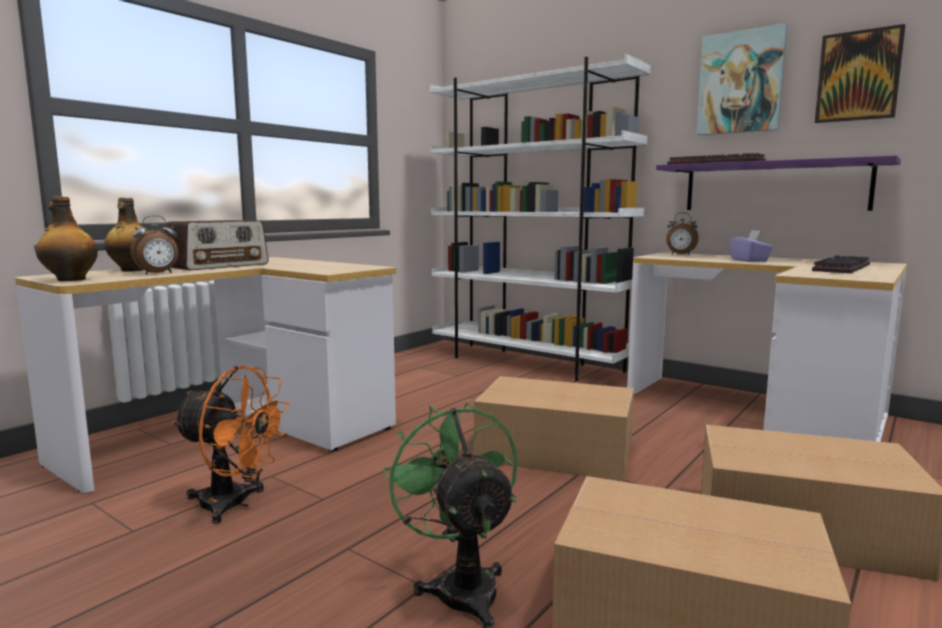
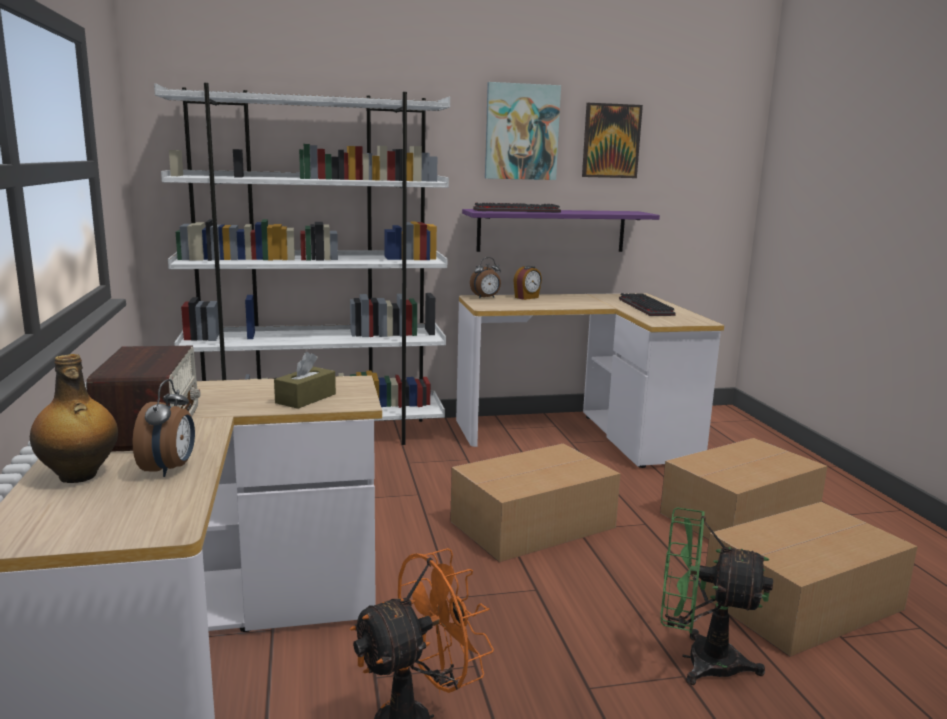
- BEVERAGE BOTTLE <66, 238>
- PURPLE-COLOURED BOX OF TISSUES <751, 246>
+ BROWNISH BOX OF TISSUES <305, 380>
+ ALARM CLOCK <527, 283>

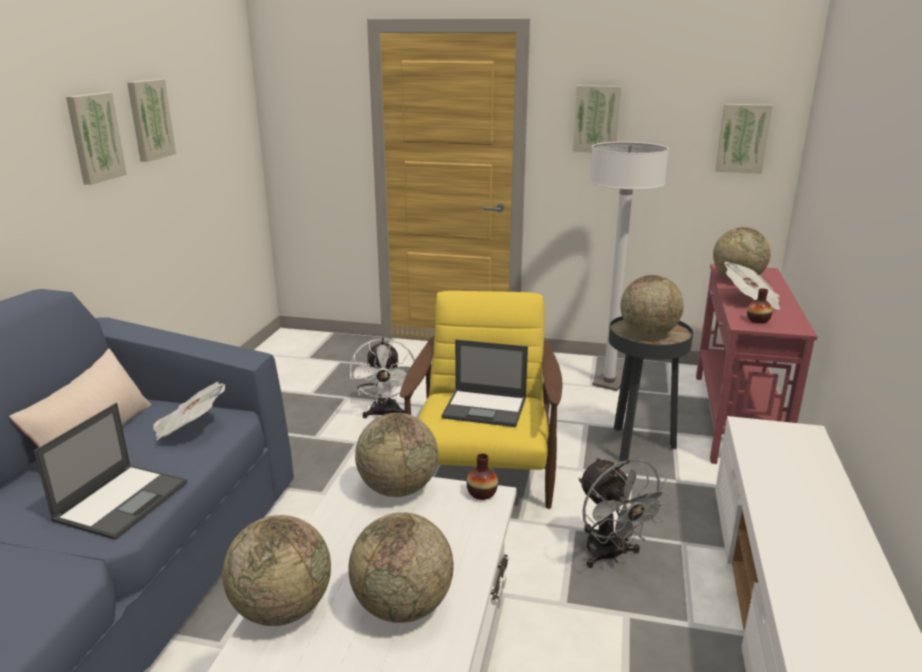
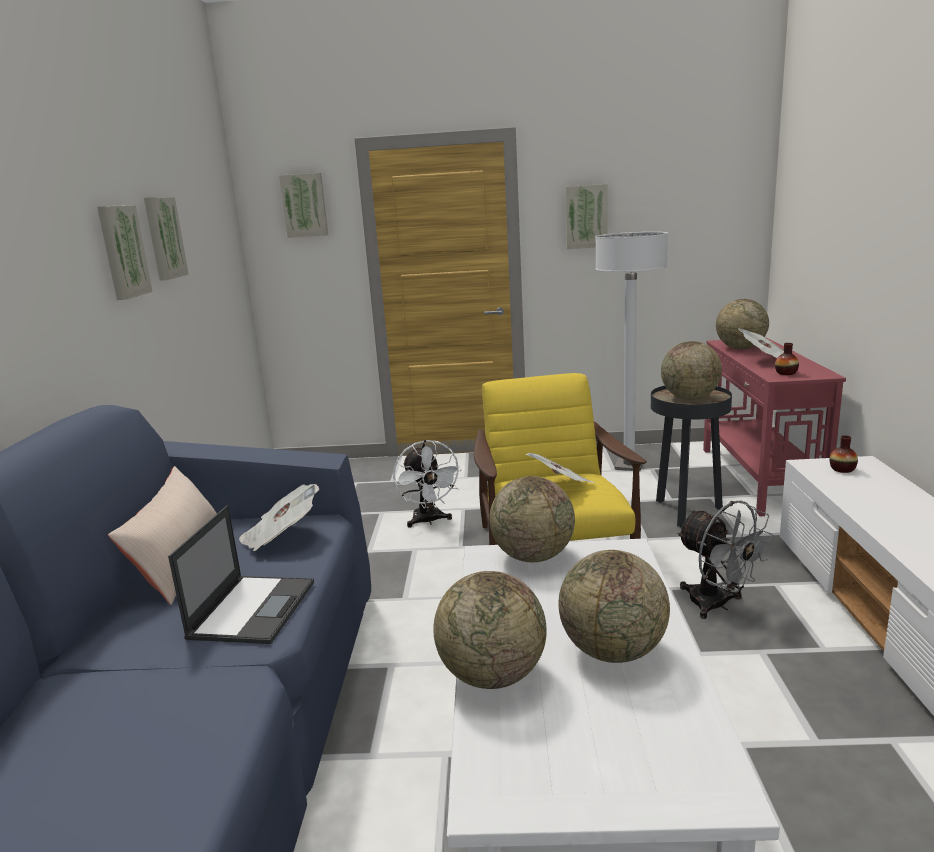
~ PORTABLE COMPUTER <485, 383> to NEWSPAPER <561, 468>
~ DECORATIVE VASE <482, 476> to <844, 454>
~ WALL ART <744, 138> to <303, 205>

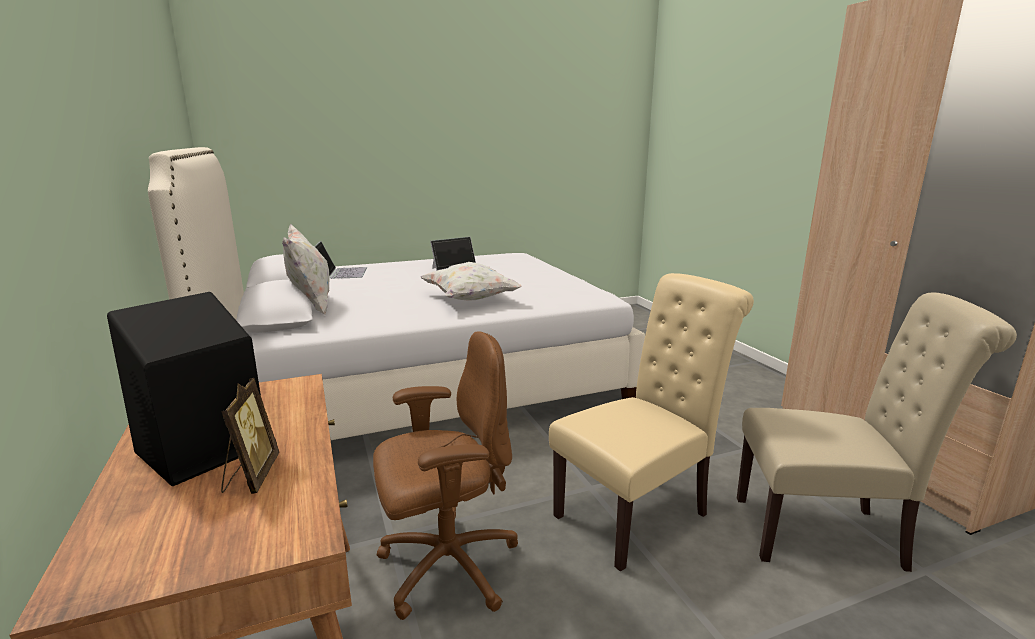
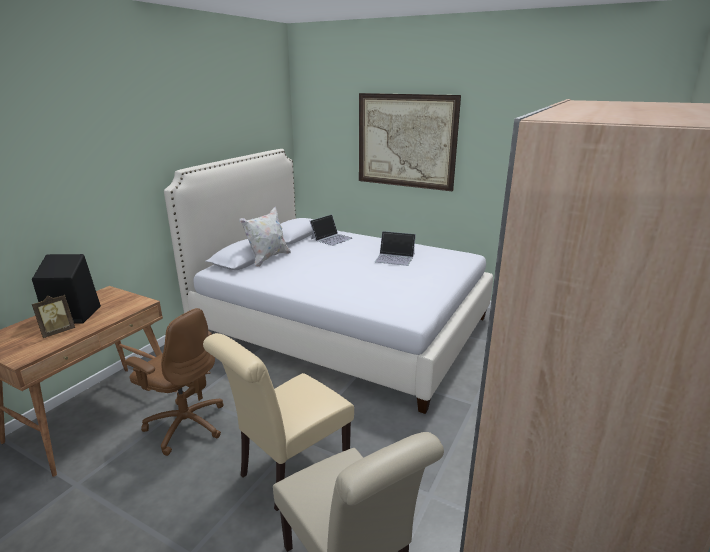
- WHITE CUSHION <471, 281>
~ BEIGE-COLOURED PLAIN CHAIR <651, 422> = <278, 422> 120 degrees clockwise
+ WALL ART <410, 142>

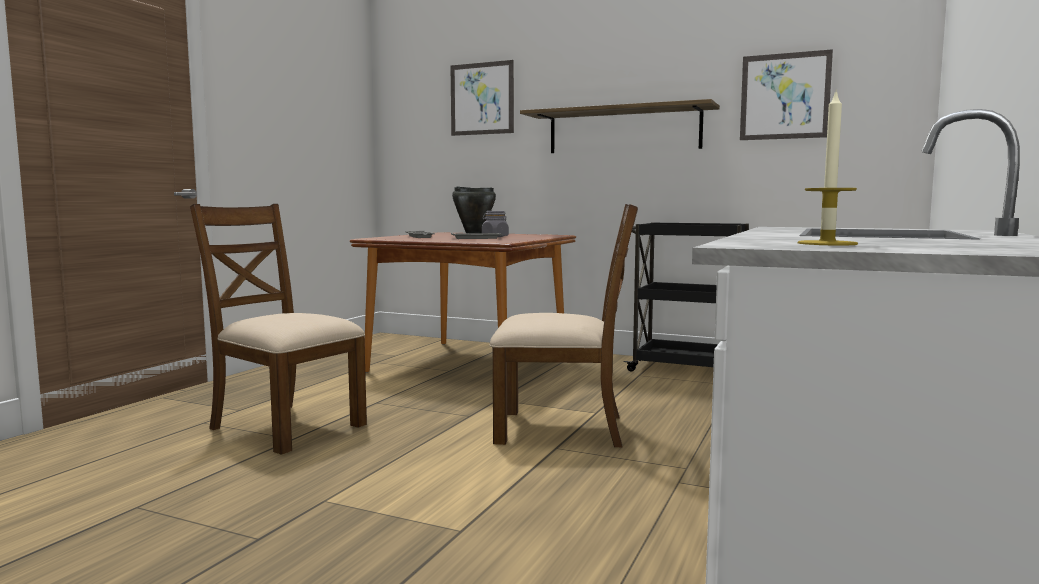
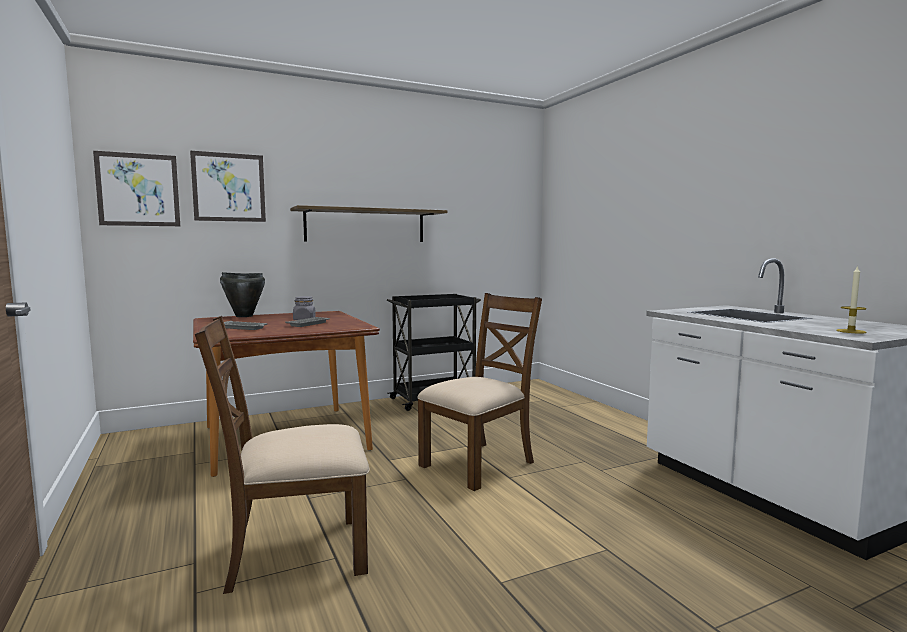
~ WALL ART <786, 94> to <136, 188>

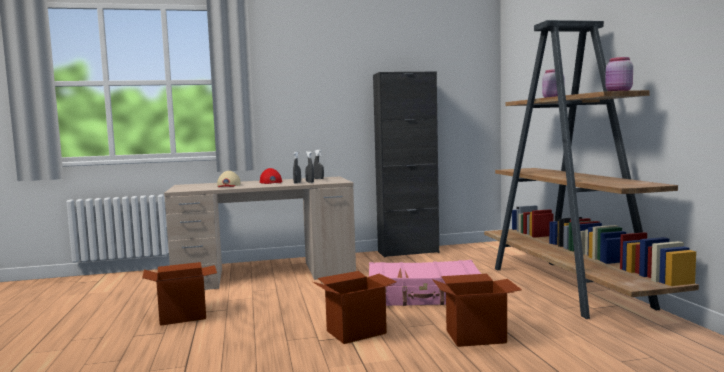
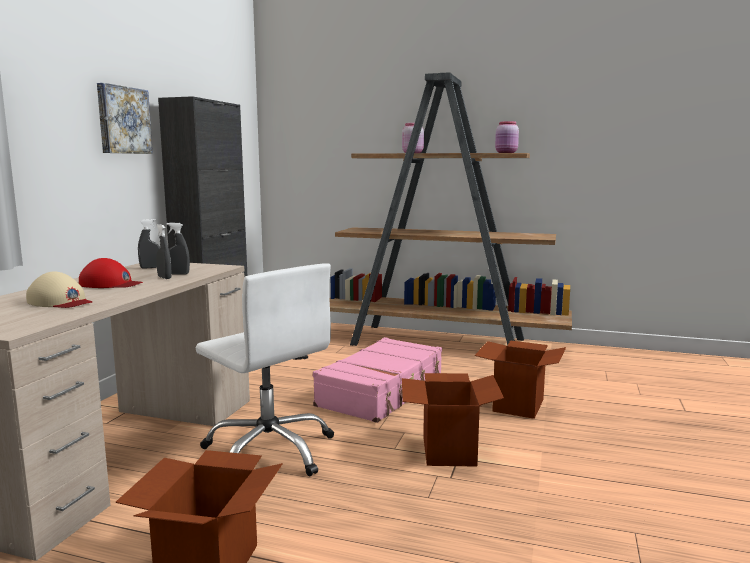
+ WALL ART <125, 118>
+ WHITE COMPUTER CHAIR <264, 369>

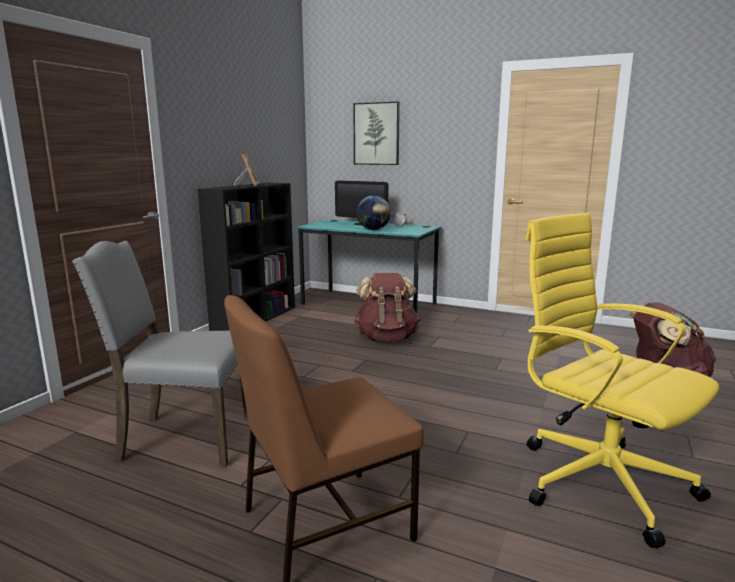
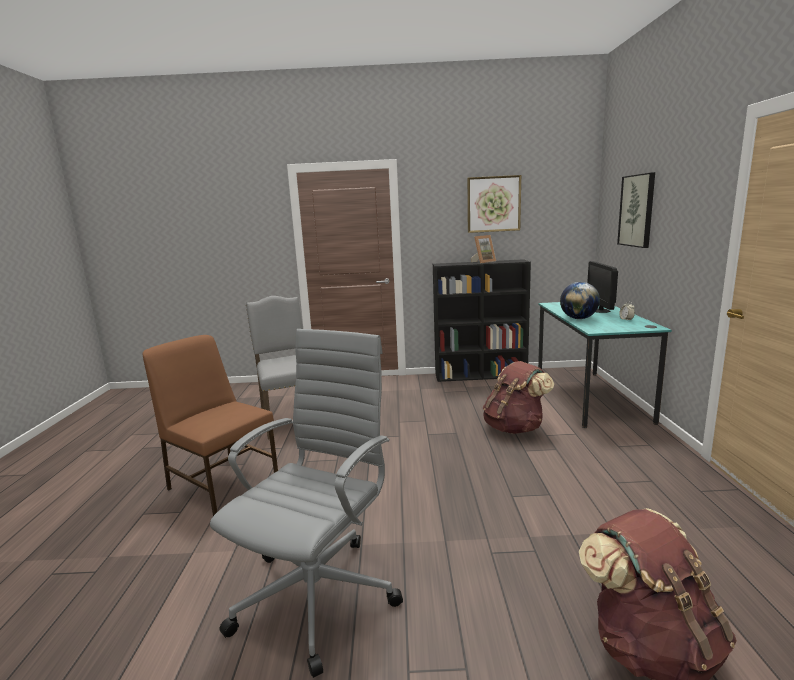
~ YELLOW COMPUTER CHAIR <622, 381> to GRAY COMPUTER CHAIR <306, 503>
+ WALL ART <494, 204>

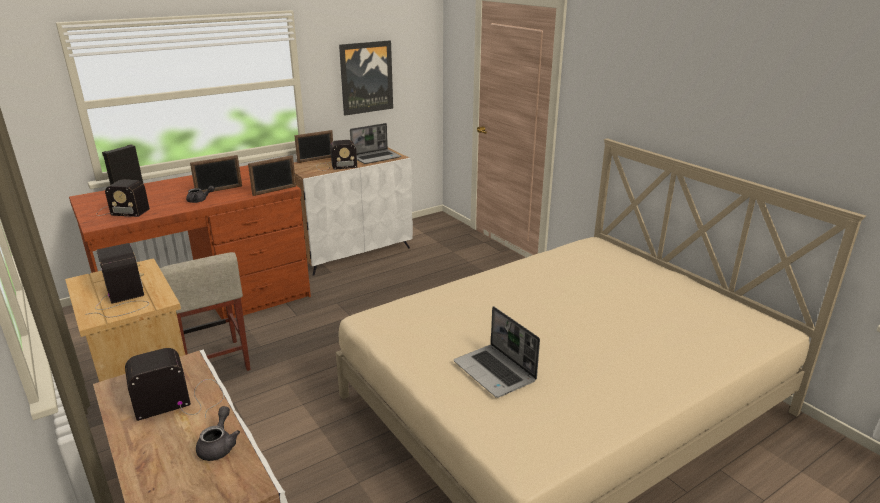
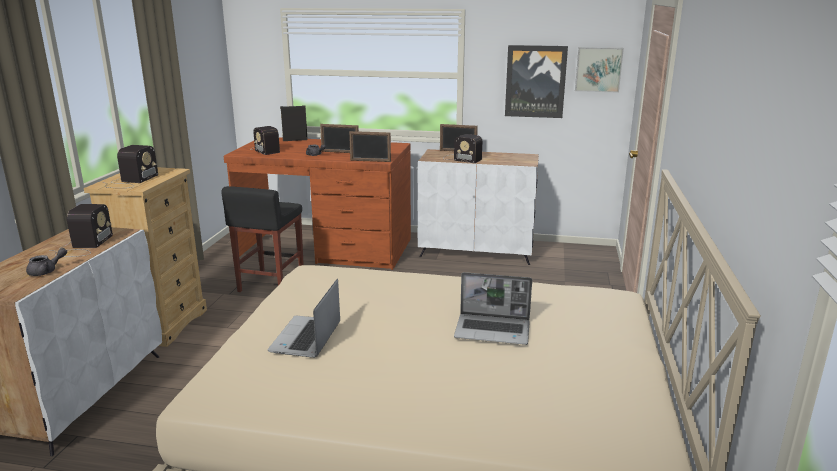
~ RADIO RECEIVER <174, 384> = <81, 230> 75 degrees clockwise
~ BEIGE-COLOURED STOOL SEAT <205, 311> to BLACKISH STOOL SEAT <262, 239>
~ PORTABLE COMPUTER <375, 143> to <493, 308>
+ WALL ART <599, 70>

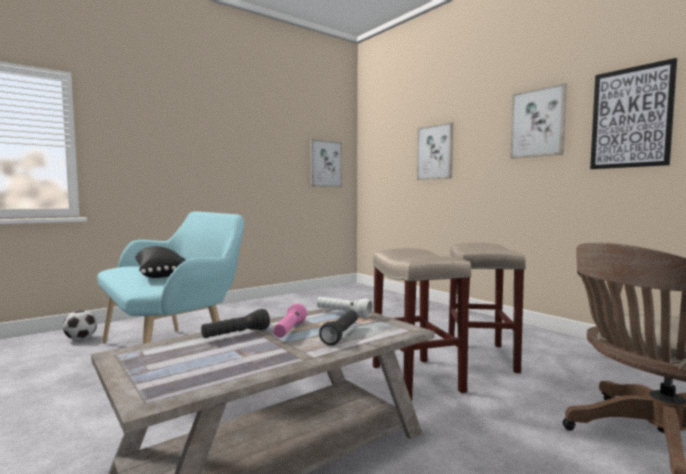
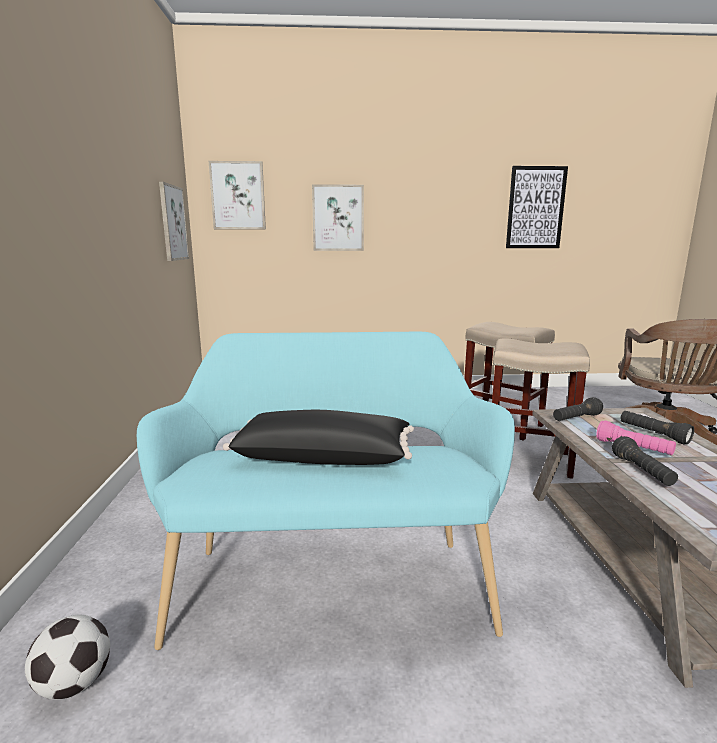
~ WHITE TORCH <345, 307> to BLACKISH TORCH <578, 409>
~ WALL ART <538, 121> to <237, 195>

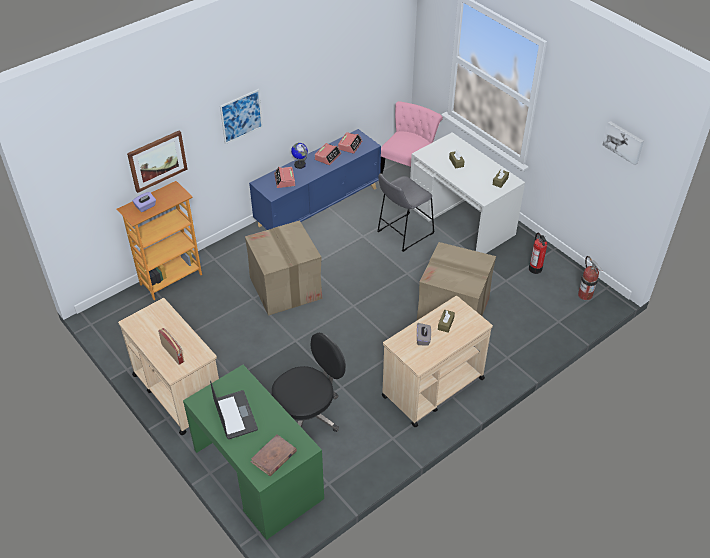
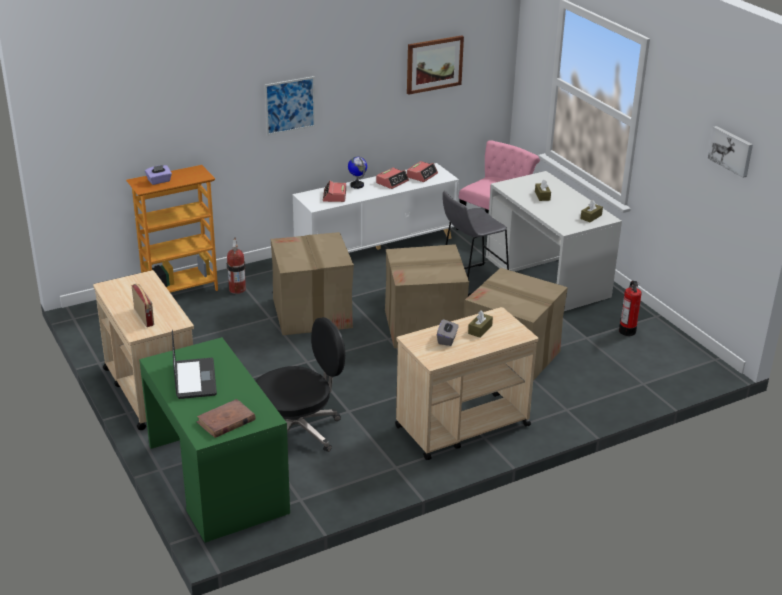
~ WALL ART <157, 161> to <435, 65>
~ BLUE-COLOURED STORAGE CABINET <315, 179> to WHITE STORAGE CABINET <376, 208>
~ EXTINGUISHER <590, 278> to <236, 265>
+ CARDBOARD BOX <427, 296>

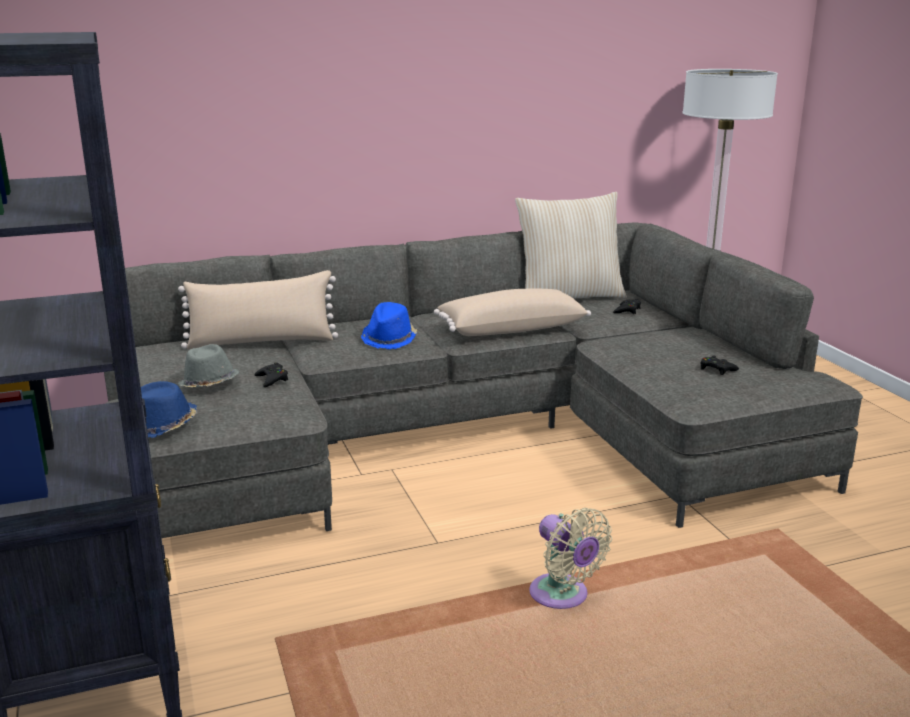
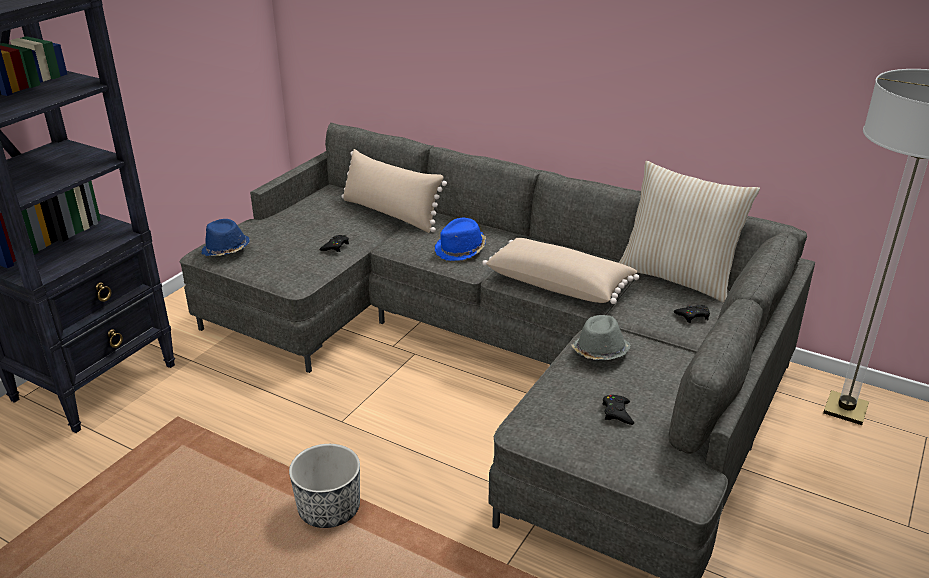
~ GRAY WEARABLE HAT <208, 365> to <601, 337>
~ BEIGE-COLOURED ELECTRIC FAN <570, 558> to PLANTER <324, 486>

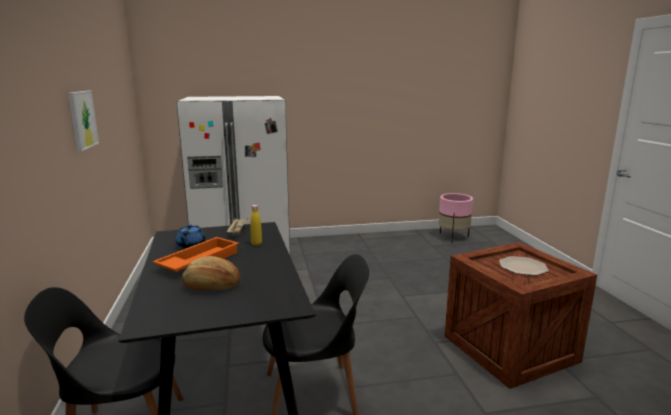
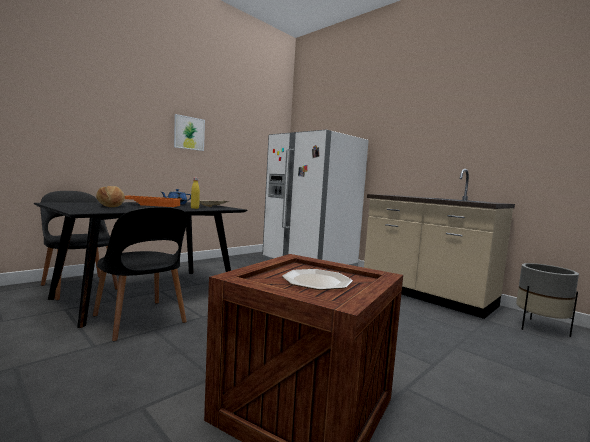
~ PINKISH PLANTER <455, 216> to GRAY PLANTER <547, 300>
+ BEIGE-COLOURED KITCHEN BASE UNIT <439, 244>

